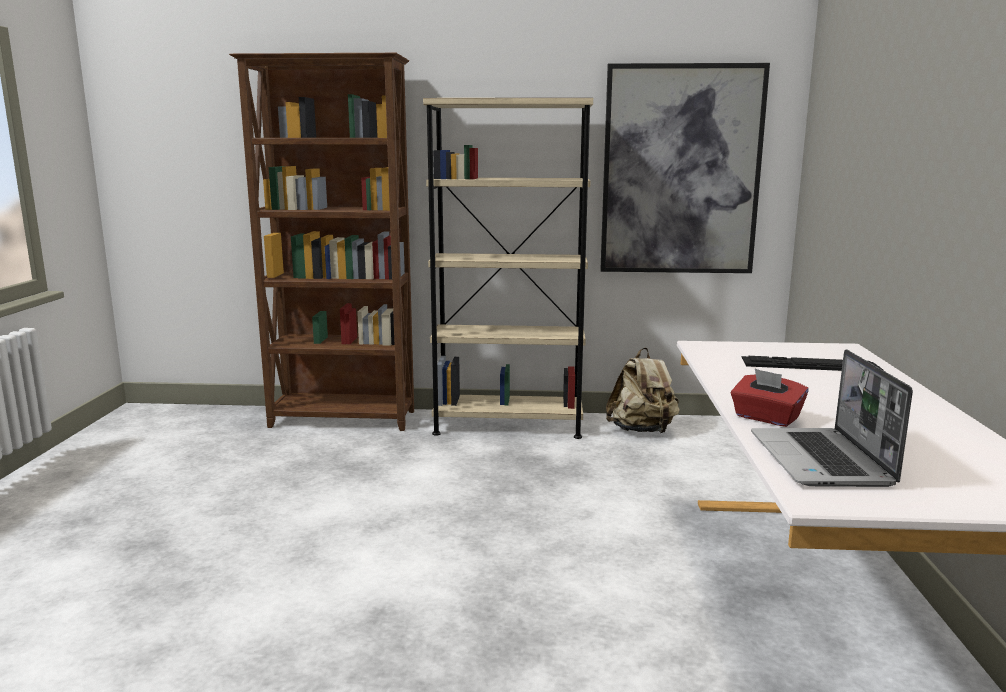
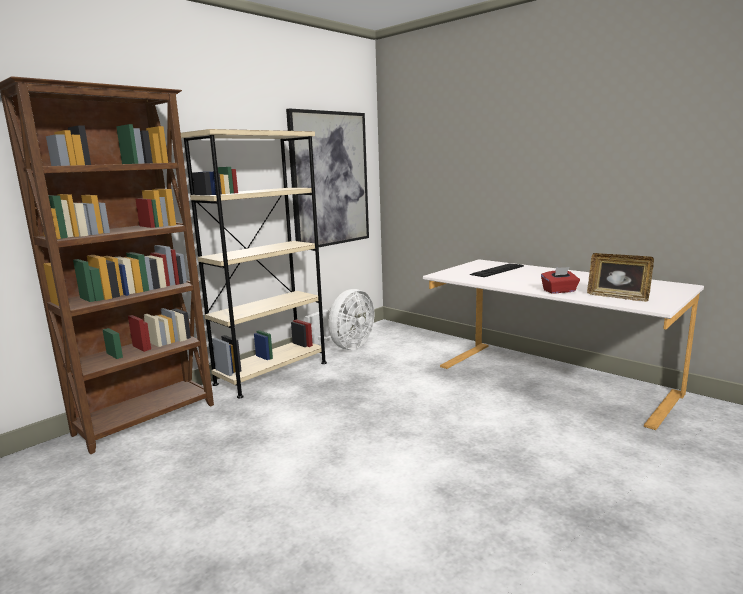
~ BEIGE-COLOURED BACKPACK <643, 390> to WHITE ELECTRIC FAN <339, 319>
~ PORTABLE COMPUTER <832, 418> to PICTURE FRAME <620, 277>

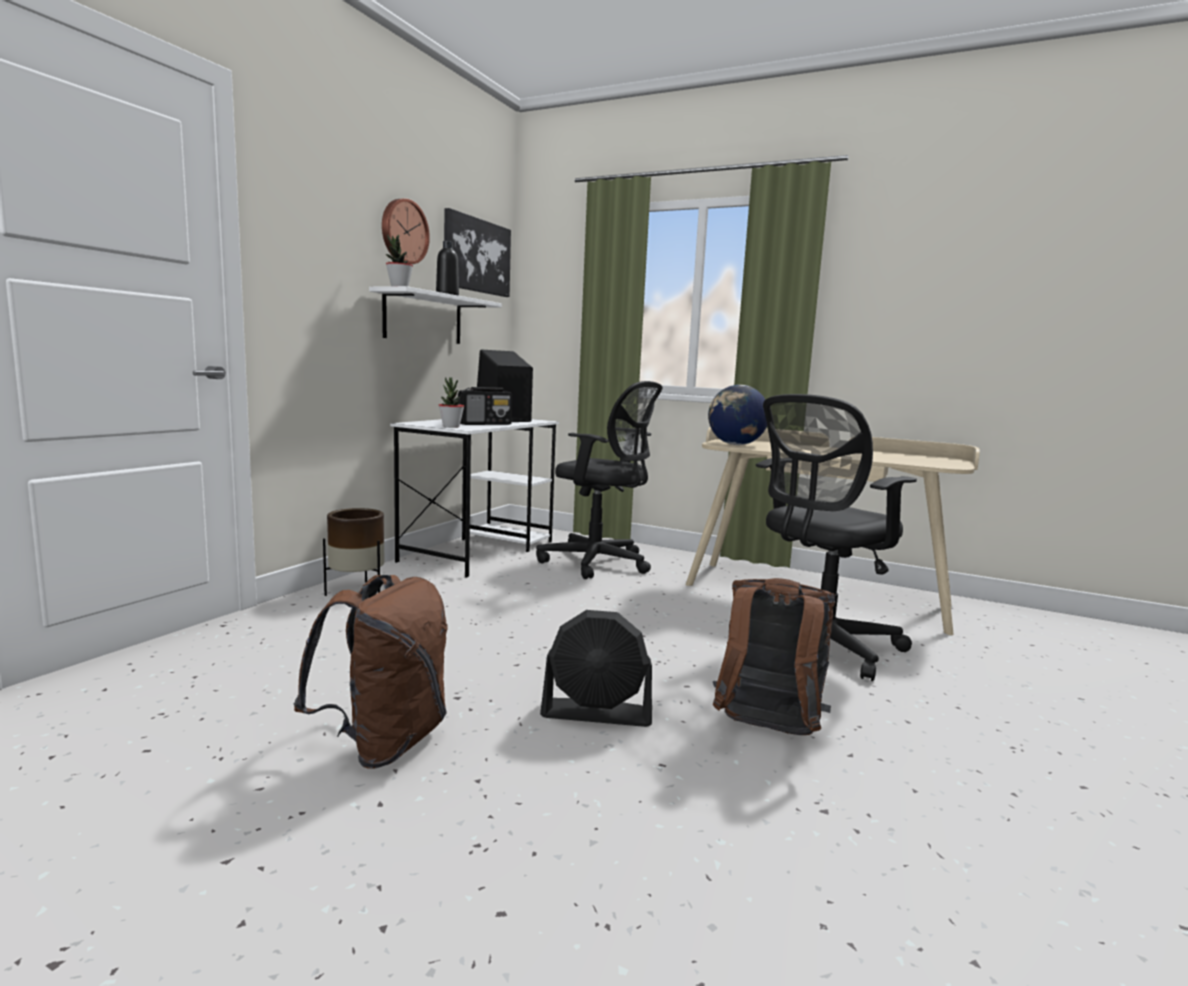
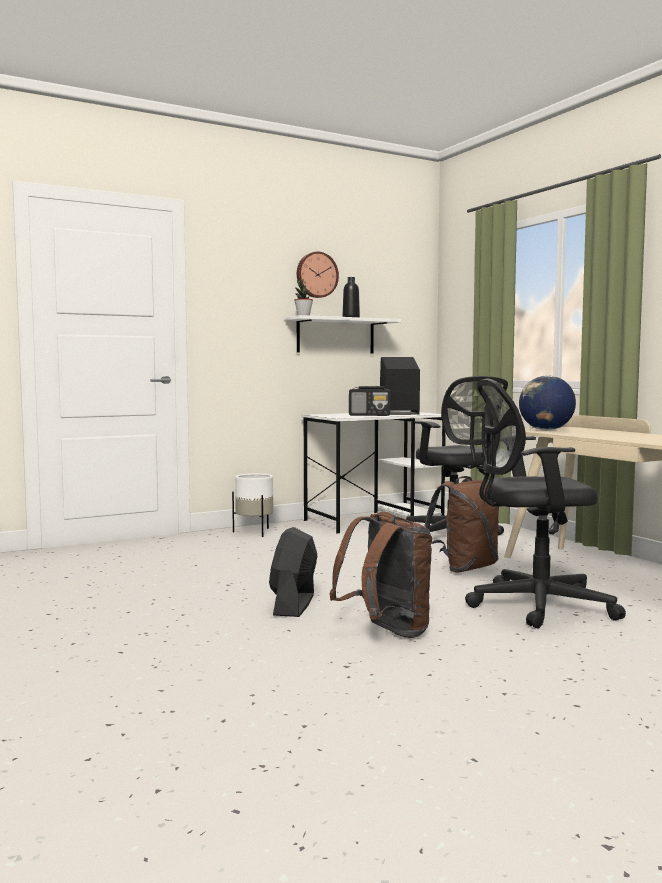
~ BROWNISH BACKPACK <370, 671> to <462, 524>
~ BROWNISH PLANTER <354, 552> to WHITE PLANTER <252, 505>
- PLANT IN A POT <451, 402>
- WALL ART <477, 252>
~ BLACKISH ELECTRIC FAN <596, 668> = <293, 572> 60 degrees clockwise

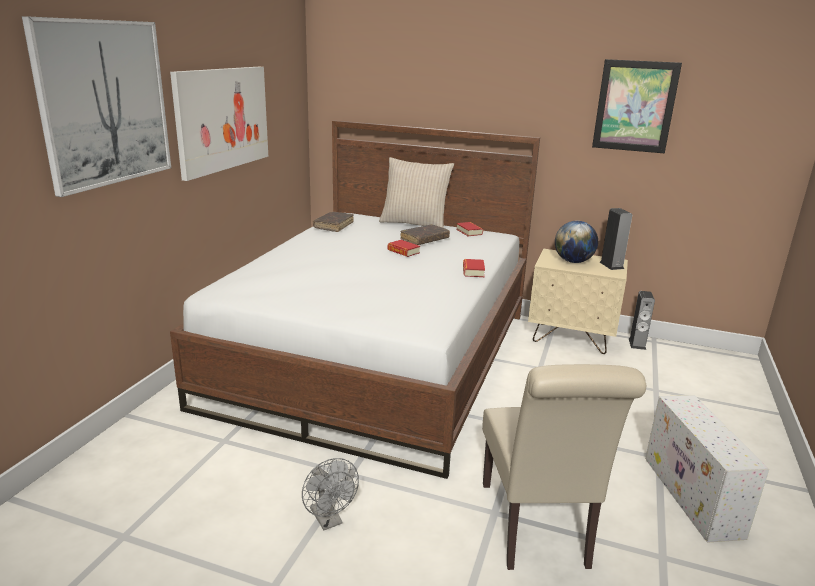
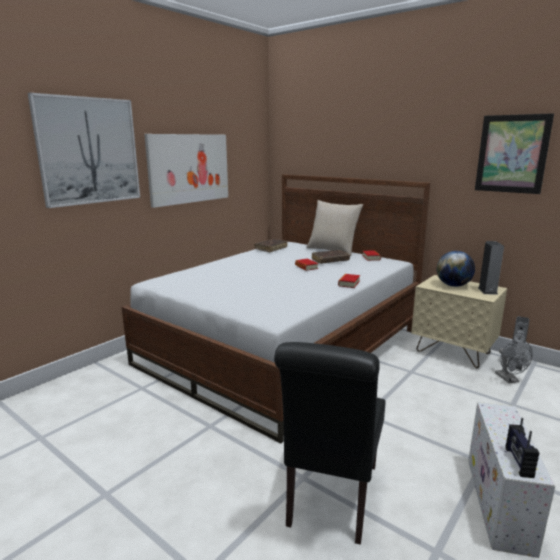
~ GRAY ELECTRIC FAN <330, 494> to <514, 361>
~ BEIGE-COLOURED PLAIN CHAIR <564, 467> to BLACKISH PLAIN CHAIR <330, 443>
+ RADIO RECEIVER <522, 448>

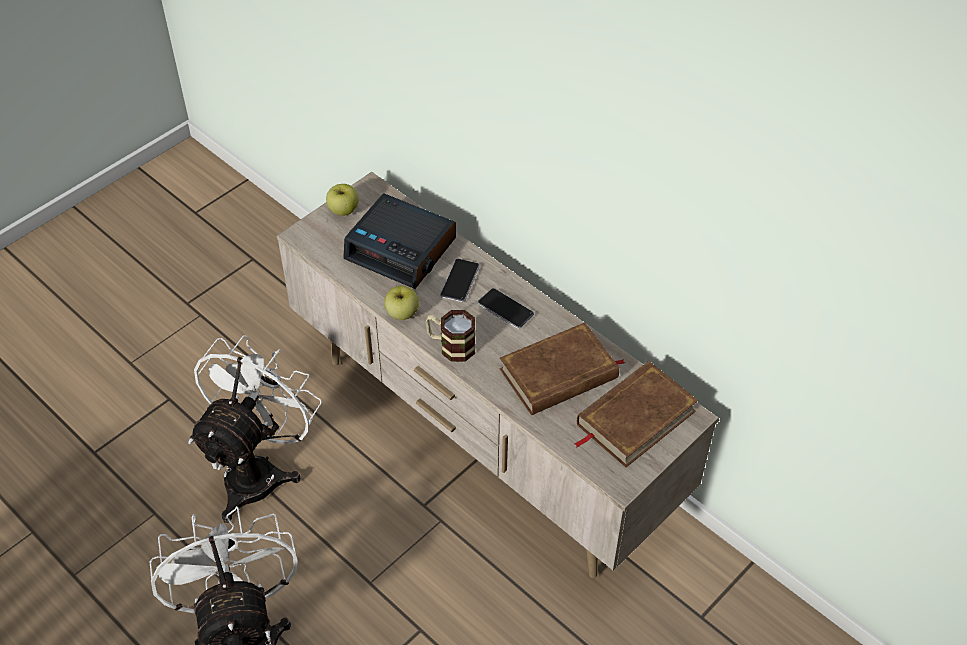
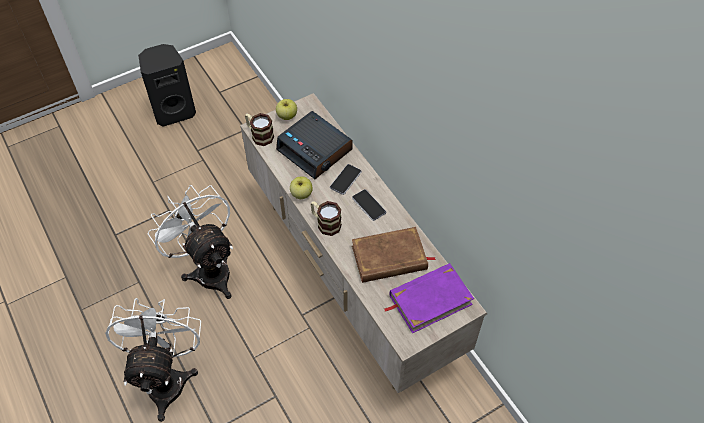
~ WHITE ELECTRIC FAN <255, 429> = <190, 242> 75 degrees counterclockwise
~ BROWNISH BOOK <636, 414> to PURPLE-COLOURED BOOK <429, 298>
+ BLACKISH LOUDSPEAKER <167, 85>
+ MUG <259, 129>

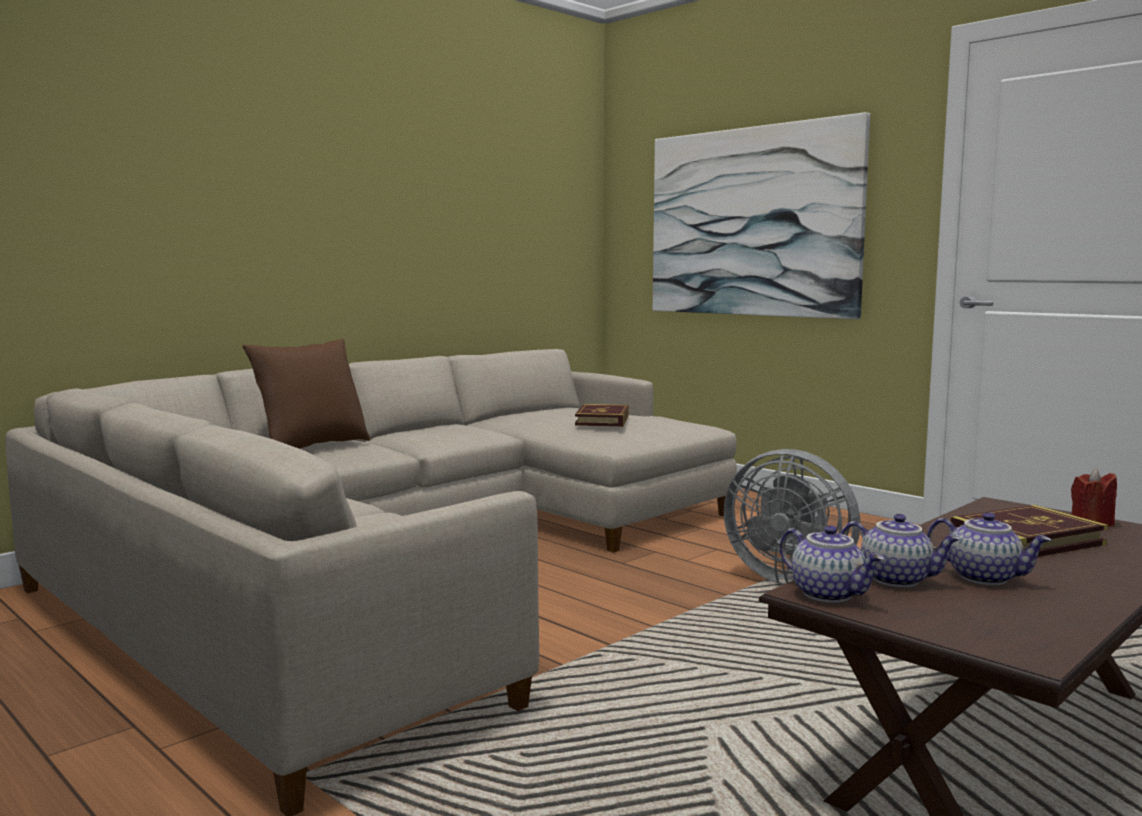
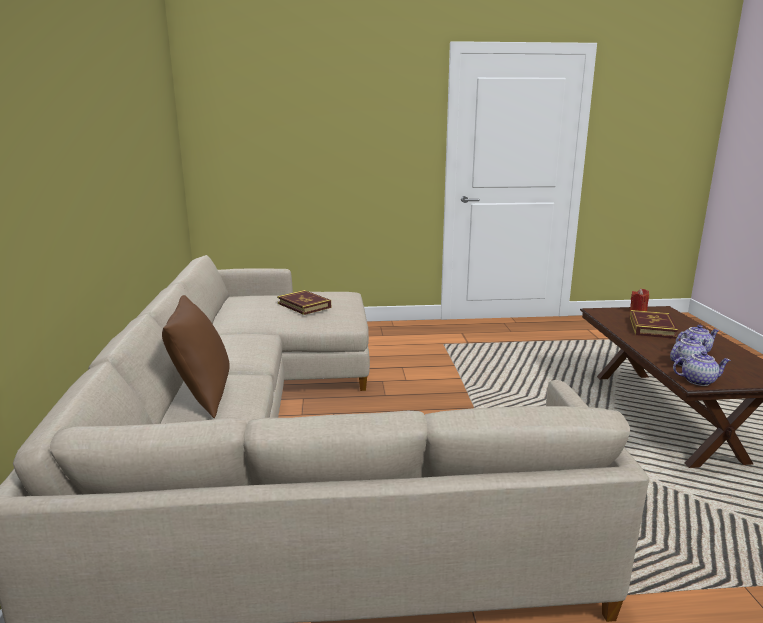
- WALL ART <761, 216>
- GRAY ELECTRIC FAN <792, 517>

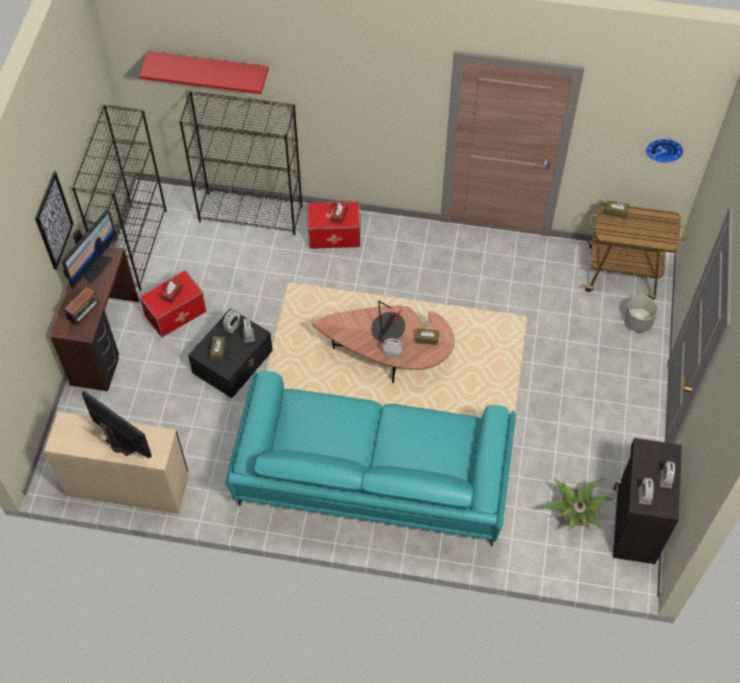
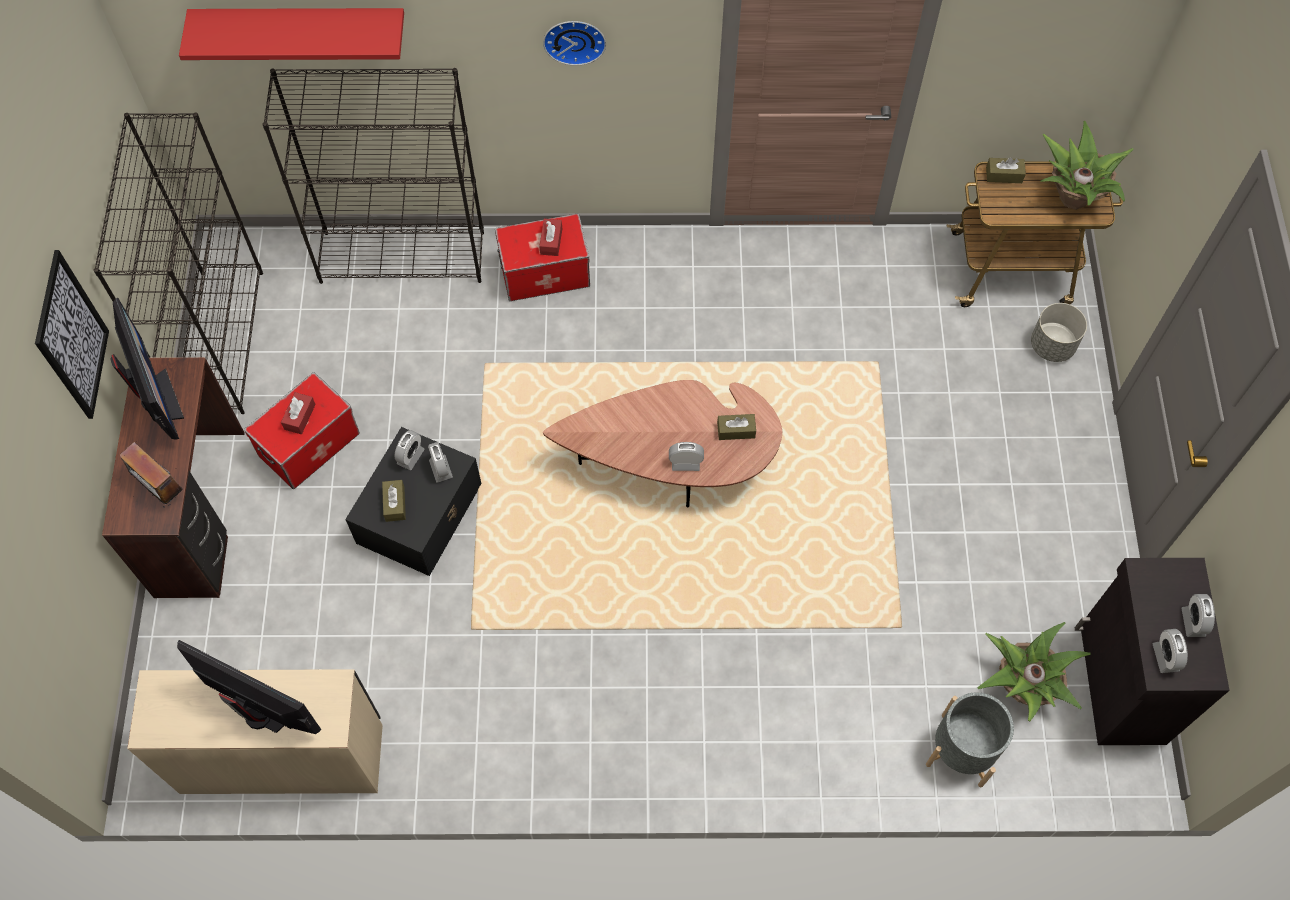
~ MONITOR <89, 249> = <147, 369> 45 degrees counterclockwise
~ RADIO RECEIVER <83, 305> = <151, 475> 105 degrees clockwise
- BLUE-GREEN SOFA <370, 458>
- TABLETOP LAMP <388, 321>
~ CLOCK ON THE WALL <665, 150> to <574, 43>
+ GRAY PLANTER <970, 739>
+ PLANT IN A POT <1087, 165>

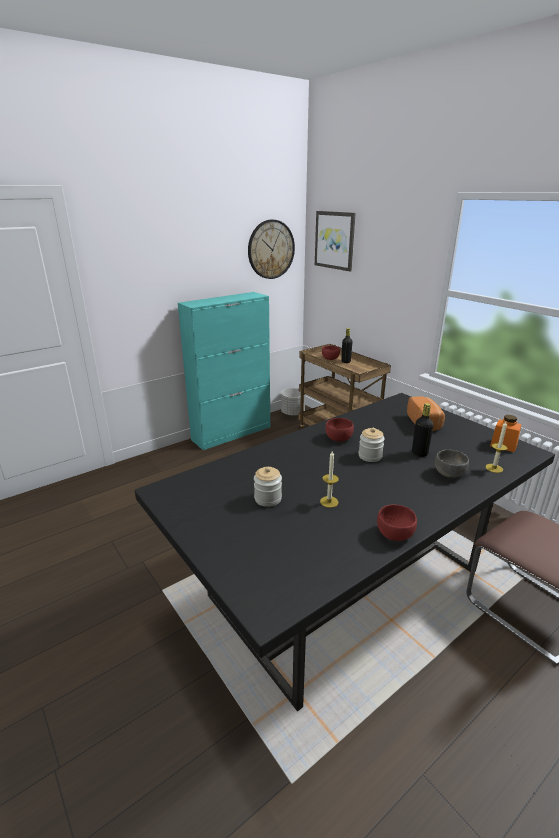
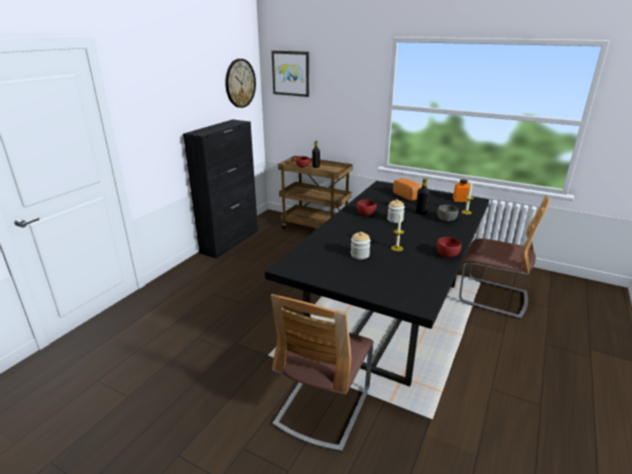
~ BLUE-GREEN STORAGE CABINET <224, 371> to BLACKISH STORAGE CABINET <220, 189>
- GRAY PLANTER <293, 402>
+ PLAIN CHAIR <322, 373>

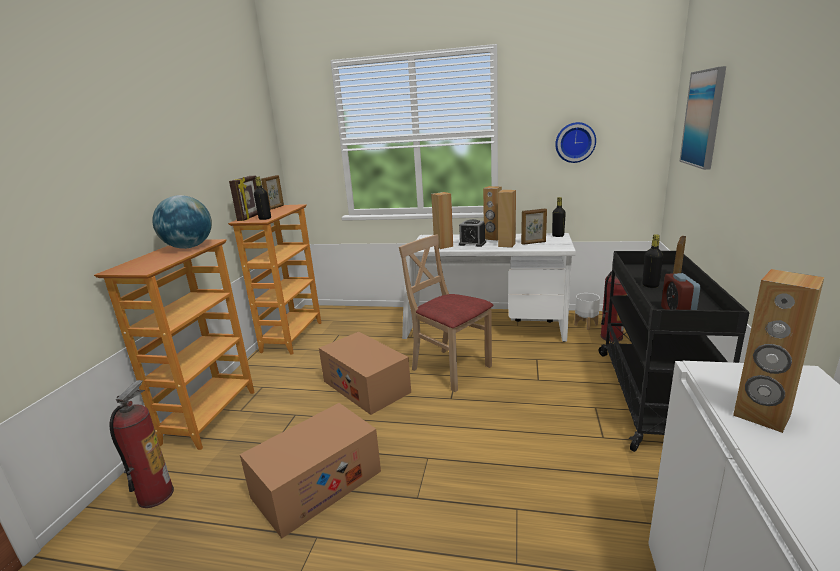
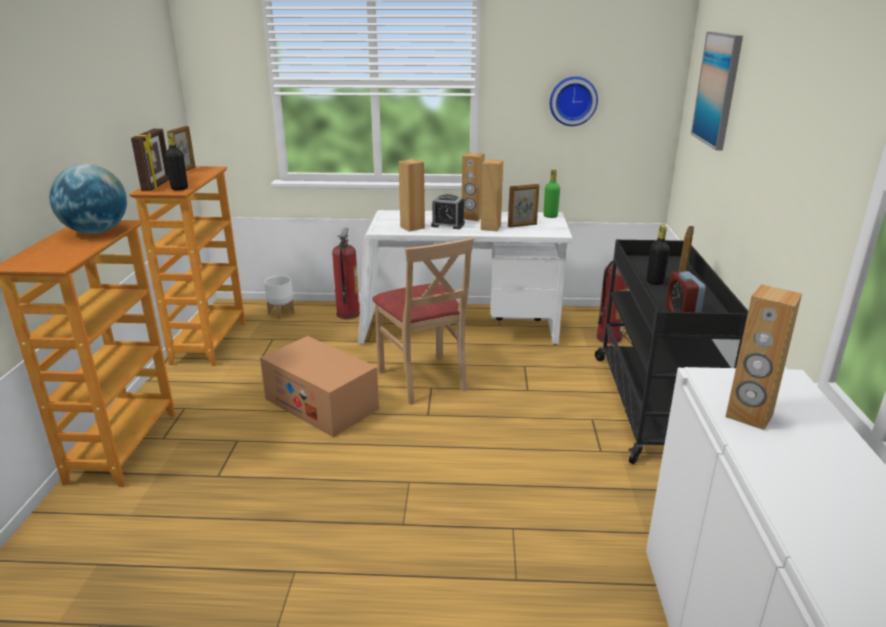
~ EXTINGUISHER <142, 444> to <346, 273>
- CARDBOARD BOX <310, 470>
~ BEIGE-COLOURED PLAIN CHAIR <446, 313> = <423, 321> 150 degrees counterclockwise
~ BLACKISH BEVERAGE BOTTLE <559, 217> to GREEN-COLOURED BEVERAGE BOTTLE <552, 193>
~ WHITE PLANTER <587, 311> to <279, 297>

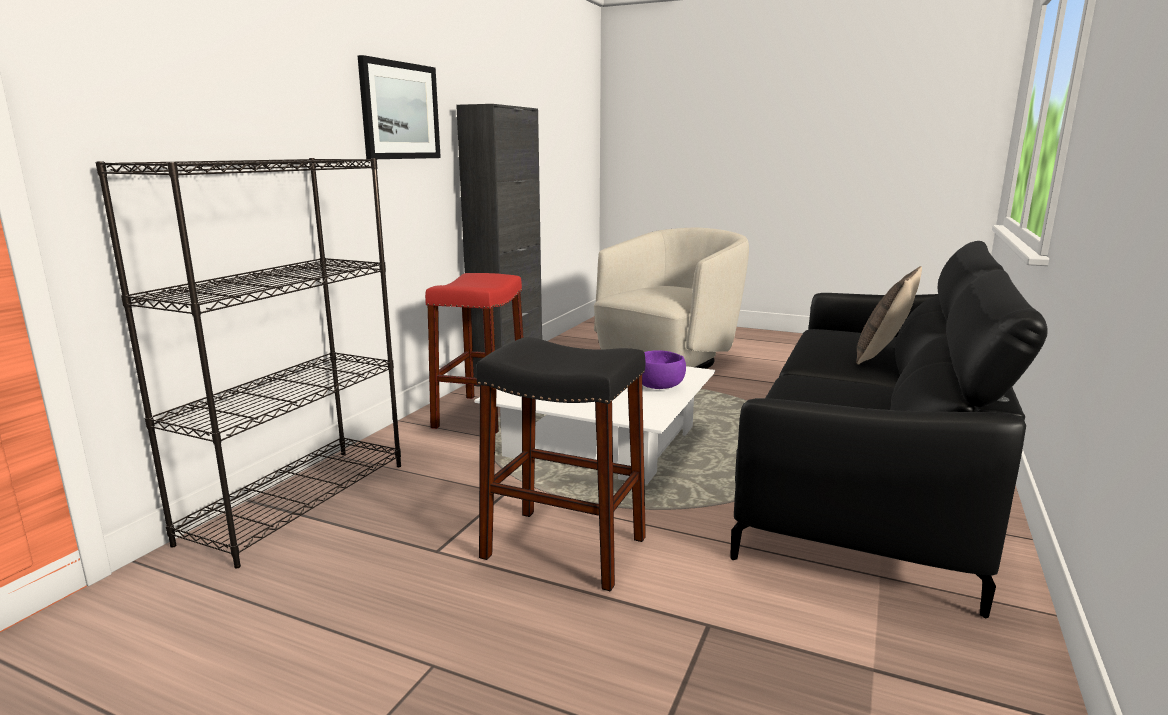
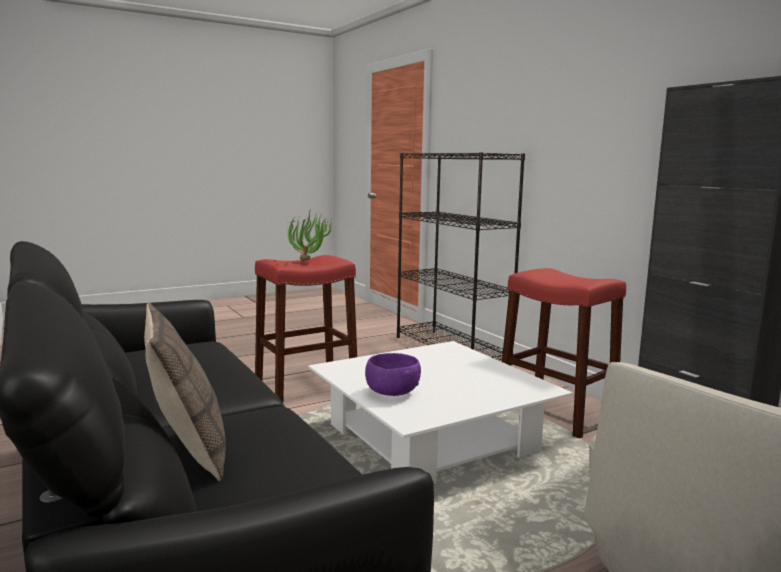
- WALL ART <399, 107>
~ BLACKISH STOOL SEAT <561, 464> to RED-COLOURED STOOL SEAT <306, 328>
+ PLANT IN A POT <309, 234>

